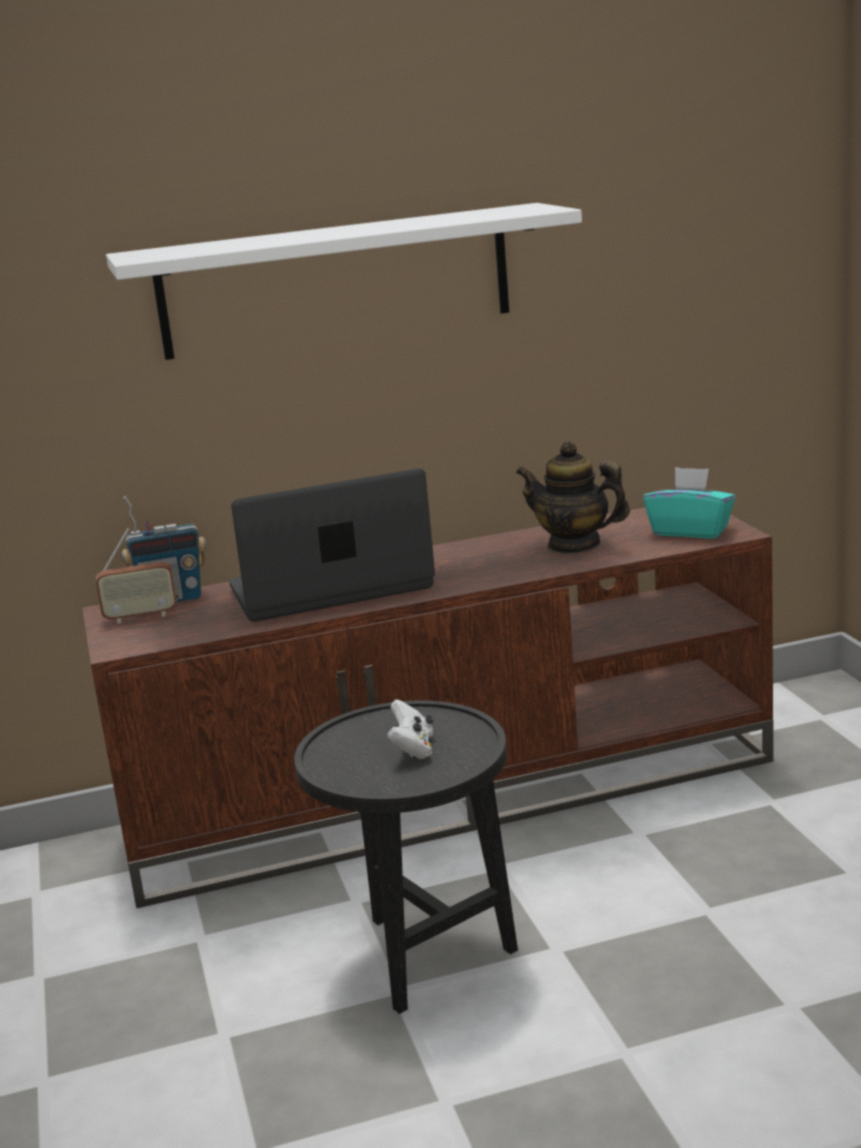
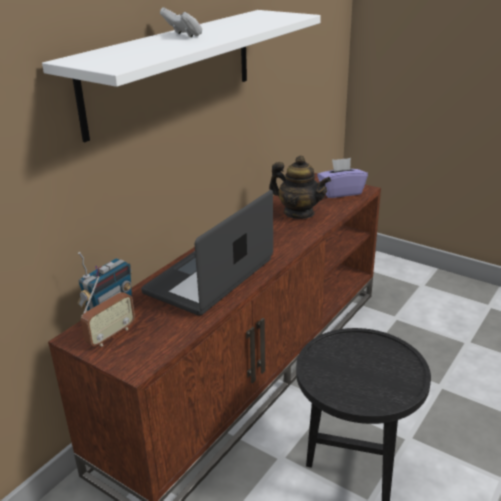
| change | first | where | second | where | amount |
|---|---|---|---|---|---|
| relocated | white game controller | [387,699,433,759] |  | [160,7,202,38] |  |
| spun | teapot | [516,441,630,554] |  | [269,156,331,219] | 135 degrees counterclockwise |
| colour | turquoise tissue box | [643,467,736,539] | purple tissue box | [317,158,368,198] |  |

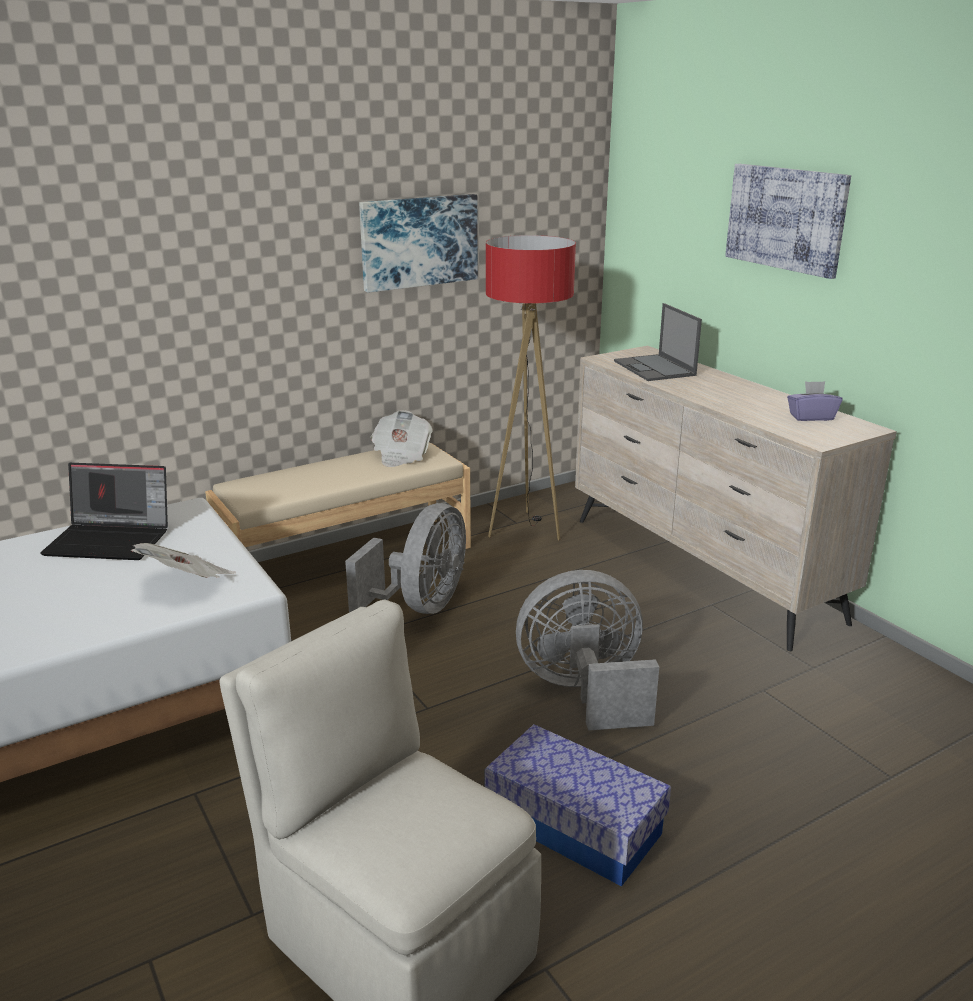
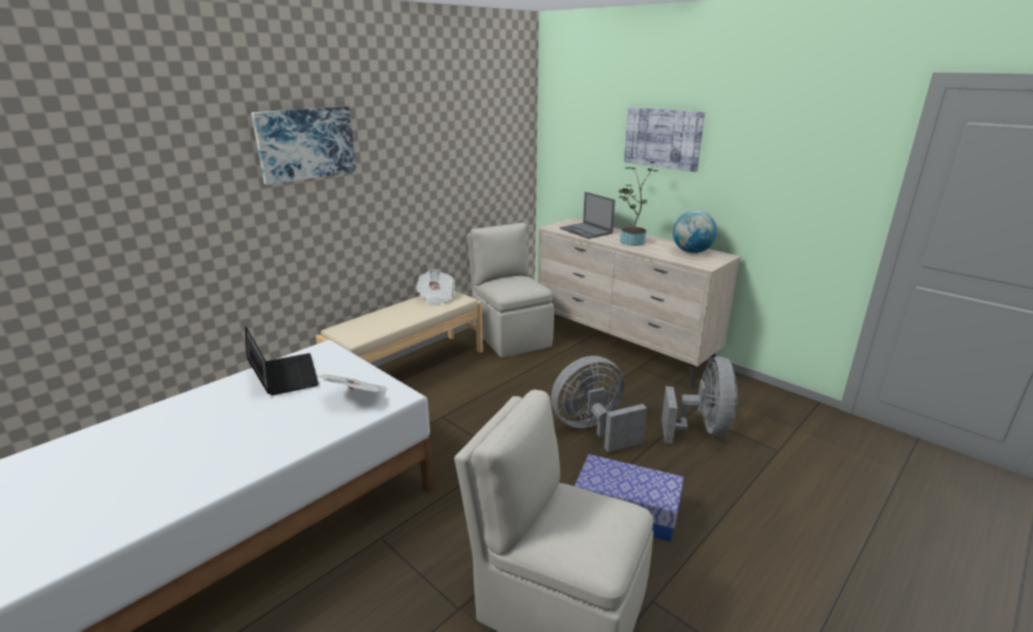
| change | first | where | second | where | amount |
|---|---|---|---|---|---|
| spun | laptop | [40,463,168,560] |  | [245,327,319,395] | 105 degrees counterclockwise |
| relocated | picture | [359,194,478,293] |  | [251,106,356,185] |  |
| exchanged | floor lamp | [486,235,576,541] | beige chair | [467,223,554,358] |  |
| appeared |  |  | potted plant | [619,162,658,246] |  |
| relocated | grey fan | [345,503,466,614] |  | [662,357,738,444] |  |
| exchanged | purple tissue box | [787,381,842,421] | globe | [673,211,717,253] |  |

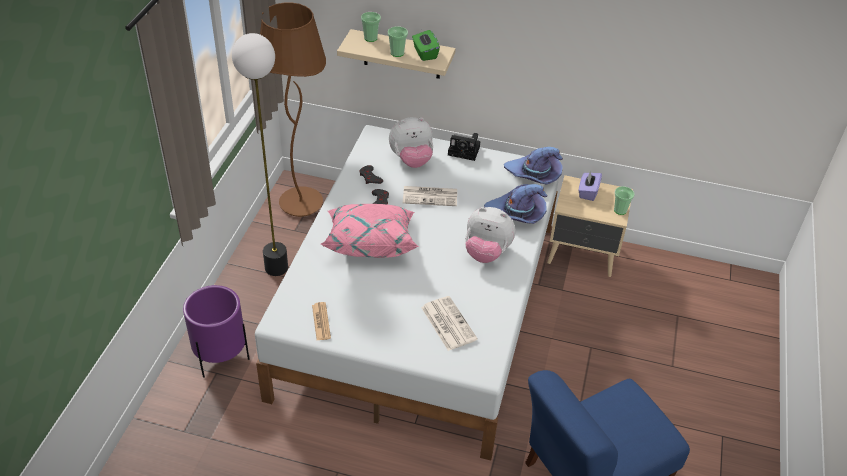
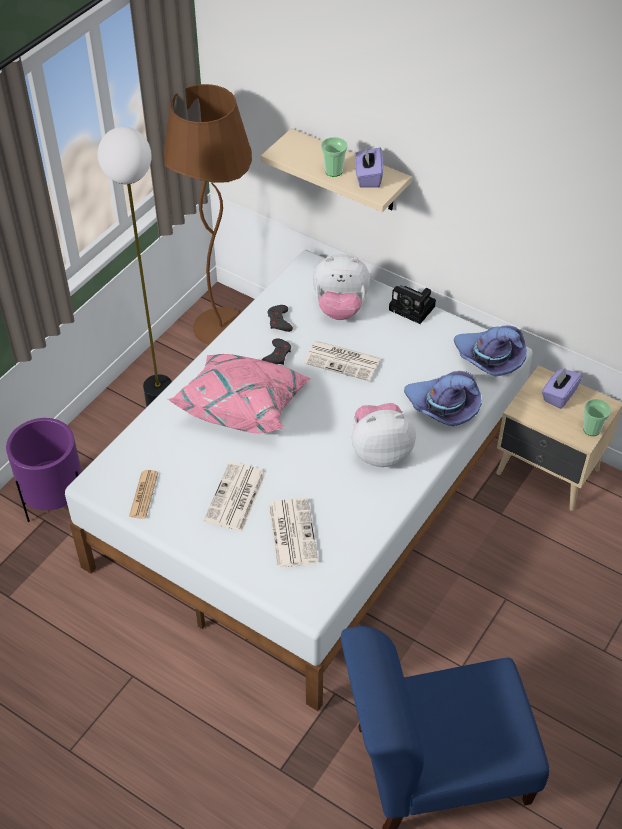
| change | first | where | second | where | amount |
|---|---|---|---|---|---|
| appeared |  |  | newspaper | [204,462,266,531] |  |
| spun | plush toy | [465,207,515,263] |  | [352,403,416,467] | 135 degrees clockwise |
| colour | green tissue box | [412,29,440,61] | purple tissue box | [355,148,383,188] |  |
| missing | cup | [361,12,381,42] |  |  |  |

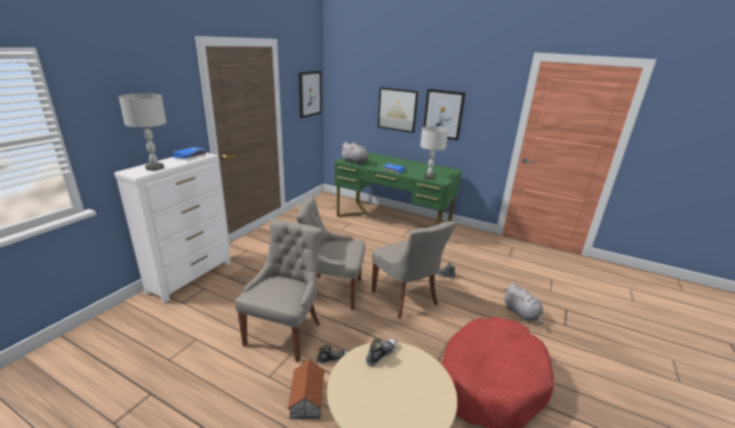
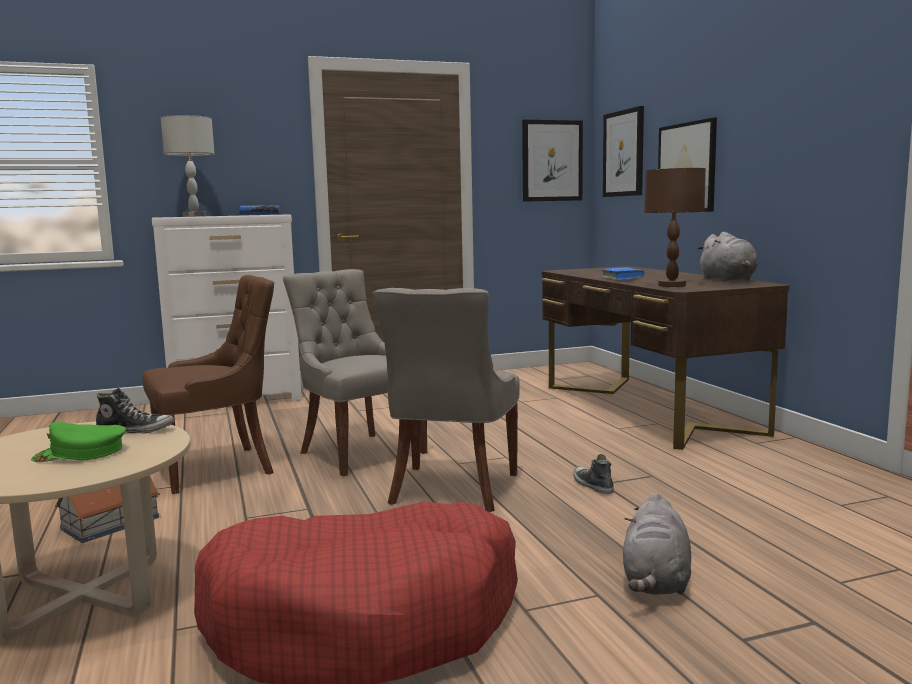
| change | first | where | second | where | amount |
|---|---|---|---|---|---|
| appeared |  |  | green cap | [31,422,126,462] |  |
| colour | grey chair | [235,219,323,362] | brown chair | [142,275,274,494] |  |
| colour | green desk | [334,152,462,228] | brown desk | [542,266,790,450] |  |
| relocated | picture | [423,89,466,141] |  | [603,106,644,197] |  |
| colour | grey table lamp | [420,126,448,179] | brown table lamp | [644,168,706,287] |  |
| relocated | grey plush toy | [340,142,369,164] |  | [697,232,758,281] |  |
| missing | shoe | [317,344,349,364] |  |  |  |

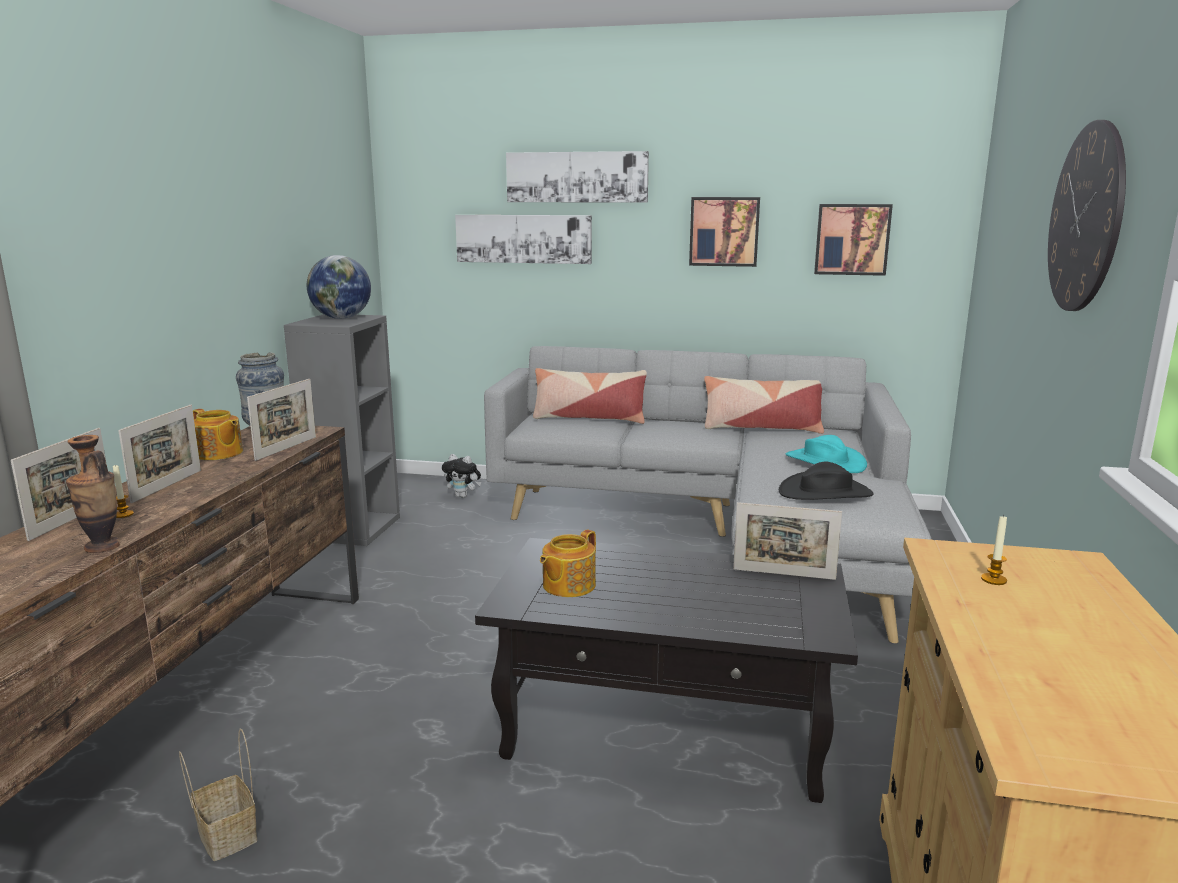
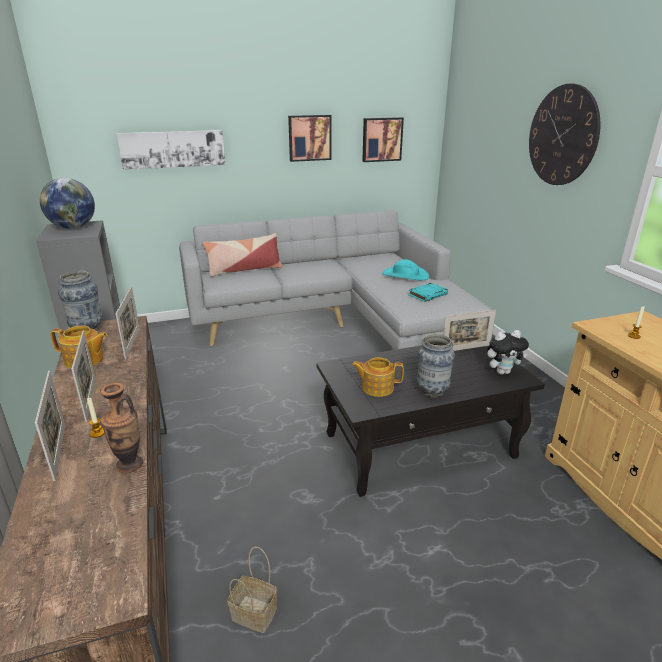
| change | first | where | second | where | amount |
|---|---|---|---|---|---|
| spun | teapot | [540,530,596,597] |  | [352,357,404,397] | 90 degrees clockwise |
| exchanged | black hat | [779,461,874,500] | turquoise book | [408,283,448,302] |  |
| appeared |  |  | vase | [417,334,455,398] |  |
| relocated | plush toy | [442,454,481,498] |  | [487,330,529,375] |  |
| missing | picture | [506,151,649,203] |  |  |  |
| missing | pillow | [704,376,824,434] |  |  |  |

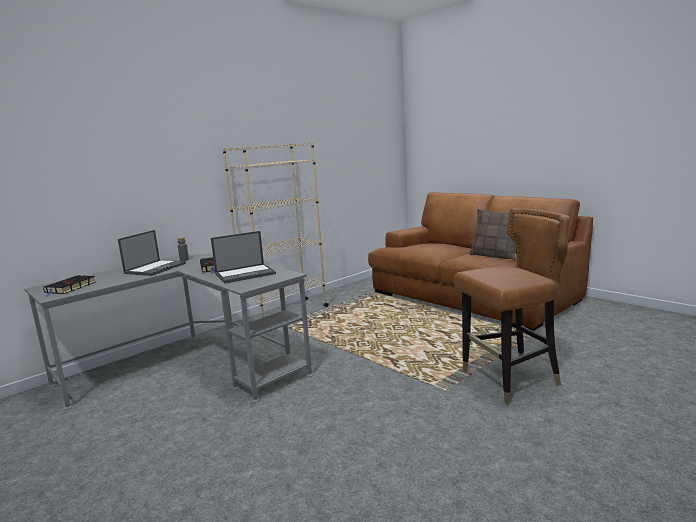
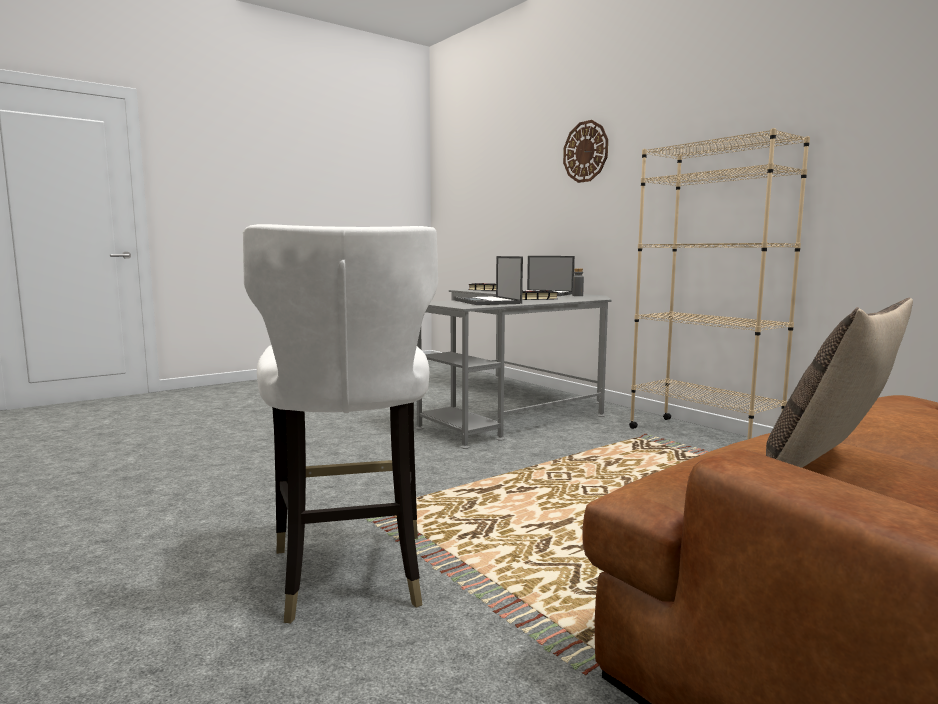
| change | first | where | second | where | amount |
|---|---|---|---|---|---|
| colour | brown chair | [454,208,570,405] | white chair | [243,224,438,624] |  |
| appeared |  |  | wall clock | [563,120,608,183] |  |

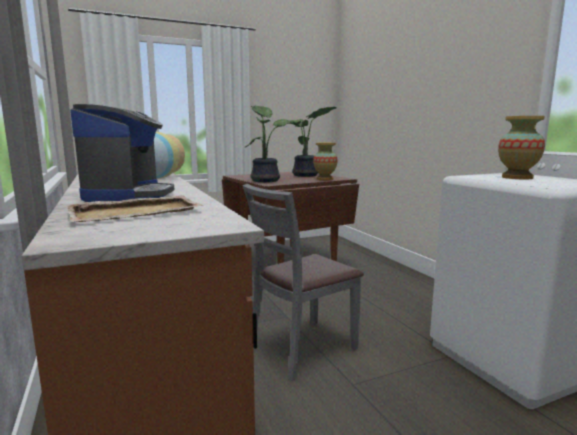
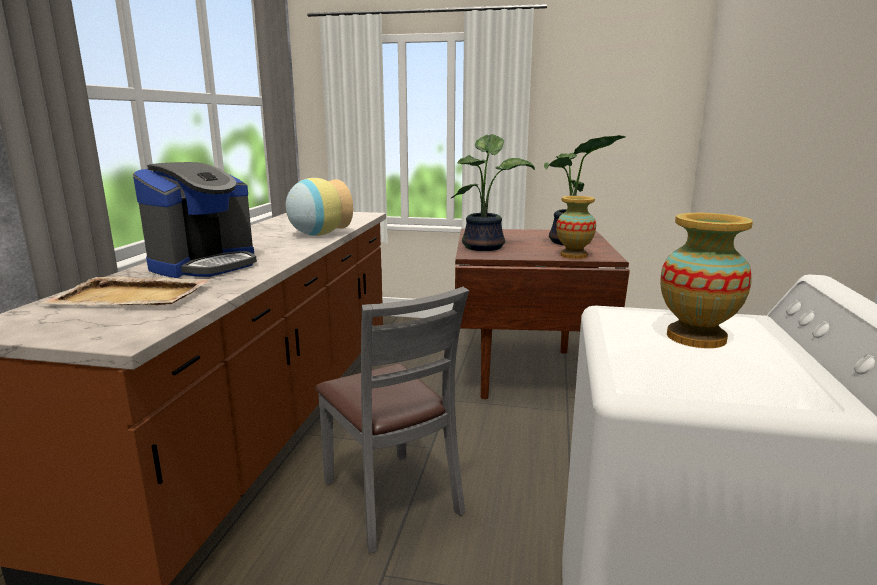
| change | first | where | second | where | amount |
|---|---|---|---|---|---|
| spun | grey chair | [243,184,364,381] |  | [315,287,469,553] | 120 degrees counterclockwise |

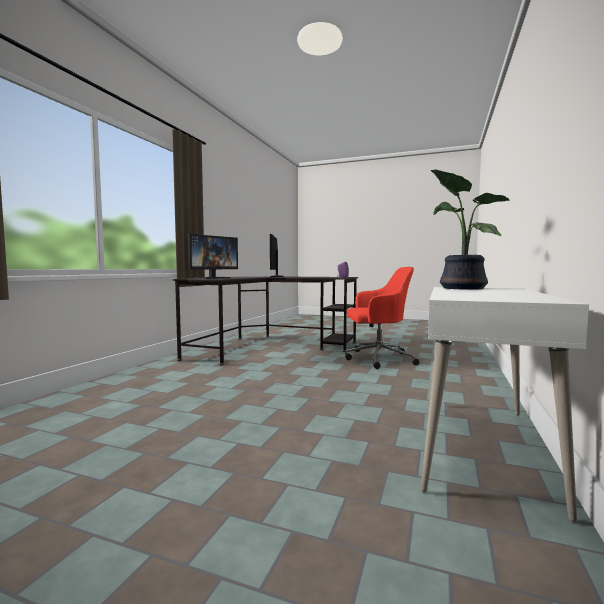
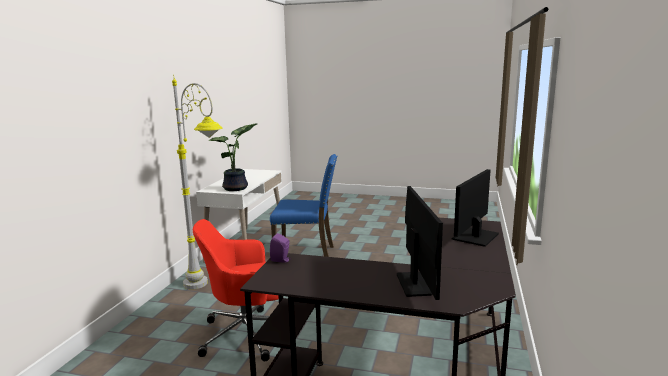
| change | first | where | second | where | amount |
|---|---|---|---|---|---|
| appeared |  |  | grey floor lamp | [172,78,223,289] |  |
| appeared |  |  | blue chair | [270,154,337,257] |  |

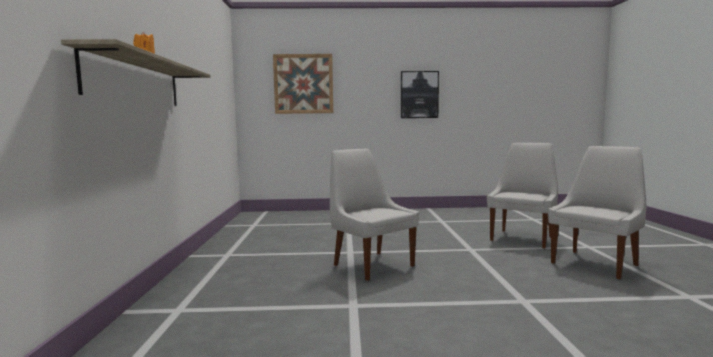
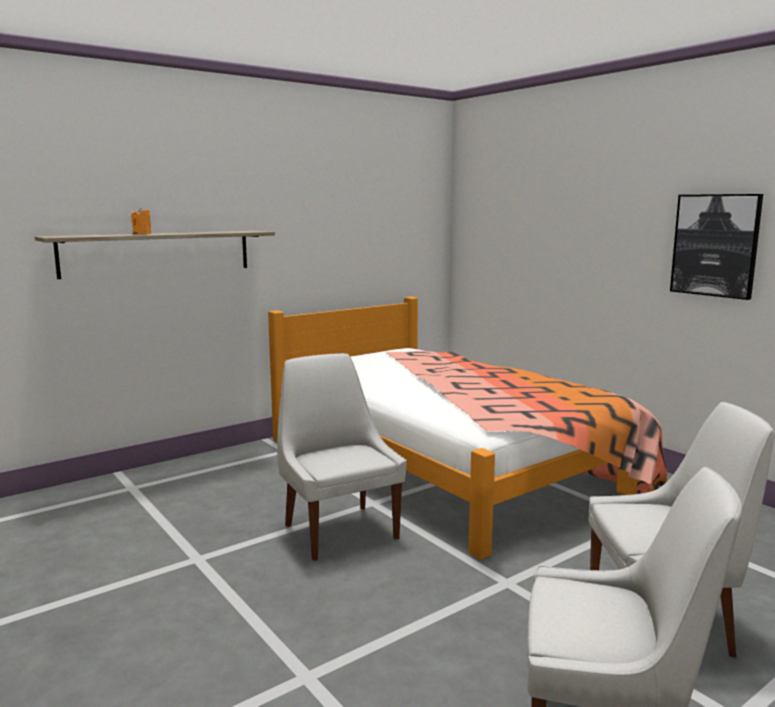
| change | first | where | second | where | amount |
|---|---|---|---|---|---|
| appeared |  |  | bed | [268,297,667,560] |  |
| spun | white chair | [330,149,419,281] |  | [277,353,407,561] | 45 degrees counterclockwise |
| missing | picture | [273,54,333,114] |  |  |  |

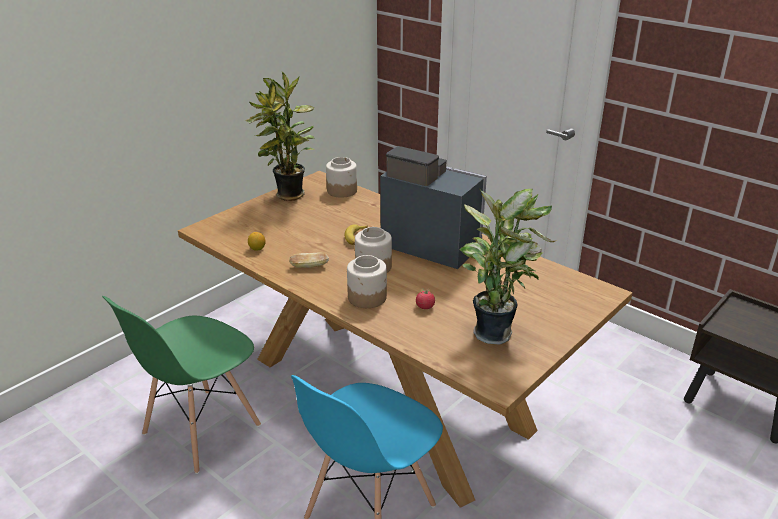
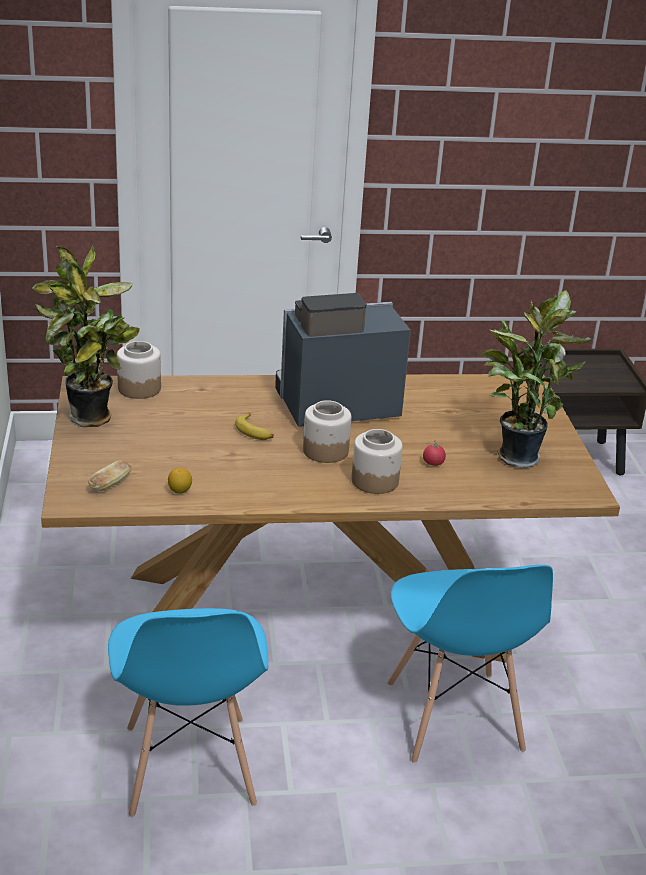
| change | first | where | second | where | amount |
|---|---|---|---|---|---|
| relocated | bread | [289,252,329,268] |  | [88,460,132,491] |  |
| colour | green chair | [102,296,261,474] | blue chair | [108,608,268,817] |  |

